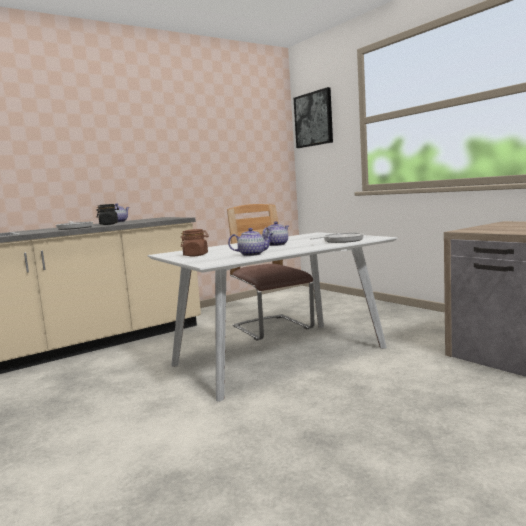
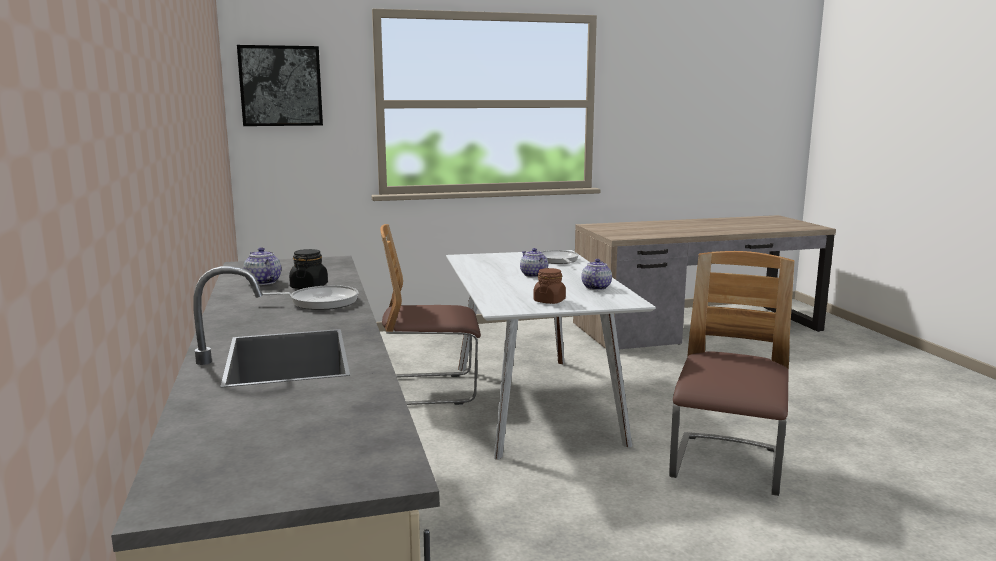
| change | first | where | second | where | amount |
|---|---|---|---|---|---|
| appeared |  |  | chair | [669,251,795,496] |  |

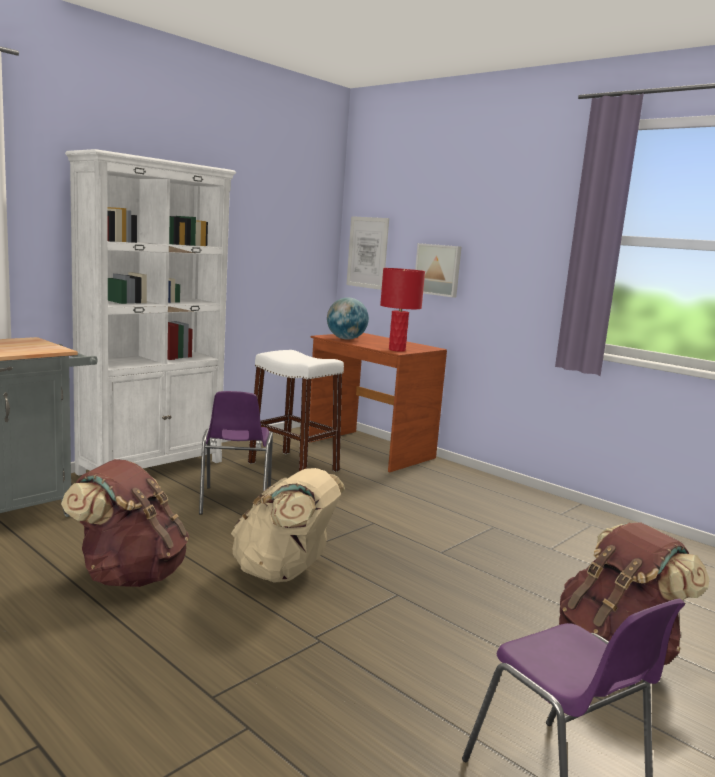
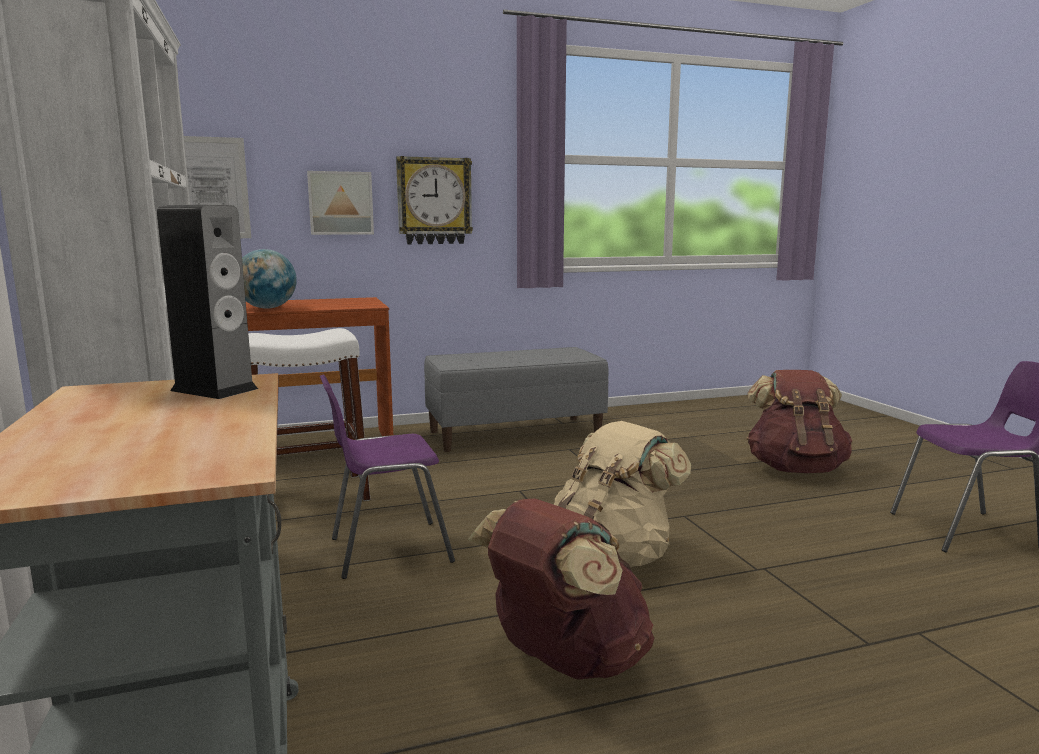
| change | first | where | second | where | amount |
|---|---|---|---|---|---|
| appeared |  |  | speaker | [157,205,258,399] |  |
| spun | purple chair | [199,391,273,515] |  | [319,375,455,579] | 135 degrees clockwise |
| appeared |  |  | wall clock | [396,156,473,244] |  |
| appeared |  |  | grey bench | [424,347,609,452] |  |
| missing | red table lamp | [380,268,425,352] |  |  |  |

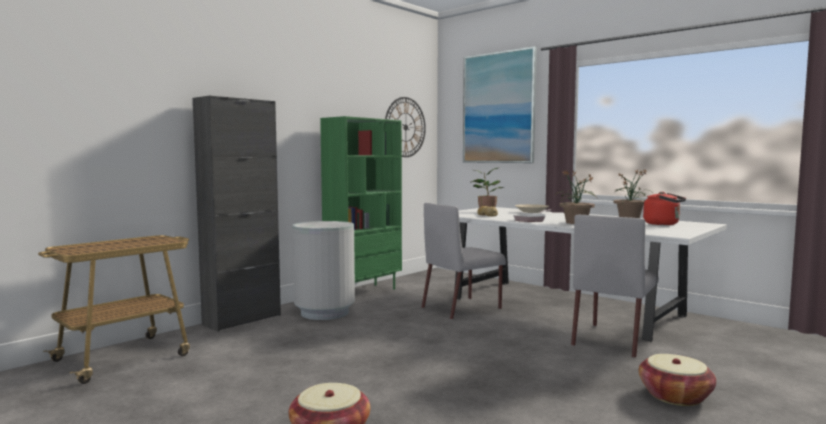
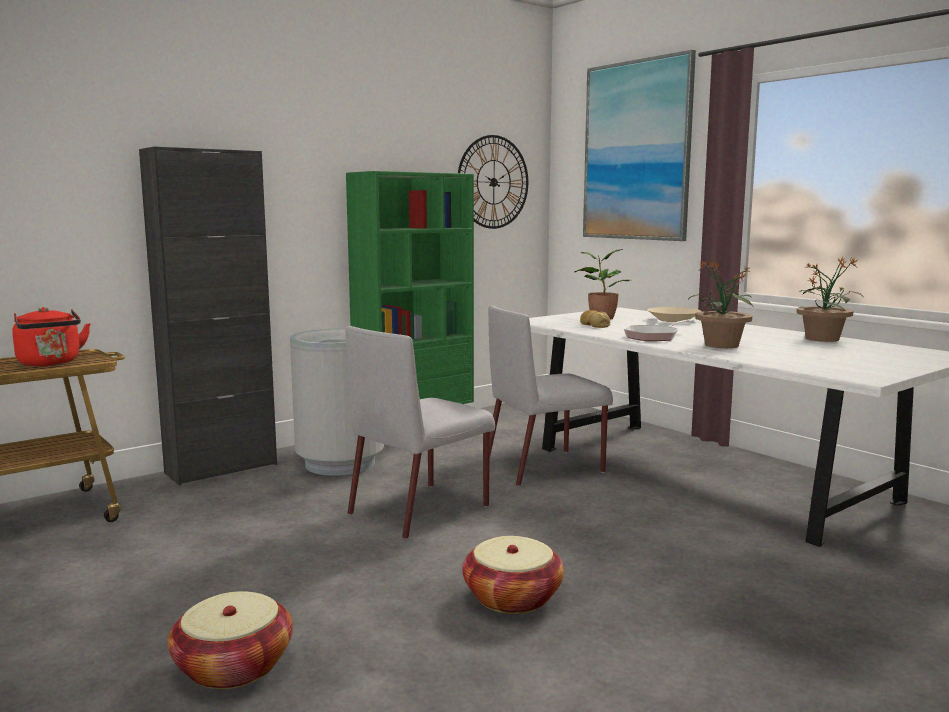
| change | first | where | second | where | amount |
|---|---|---|---|---|---|
| relocated | red kettle | [643,192,686,225] |  | [12,307,91,366] |  |
| relocated | grey chair | [571,215,659,358] |  | [345,326,495,539] |  |
| relocated | basket | [639,354,716,406] |  | [462,536,564,614] |  |

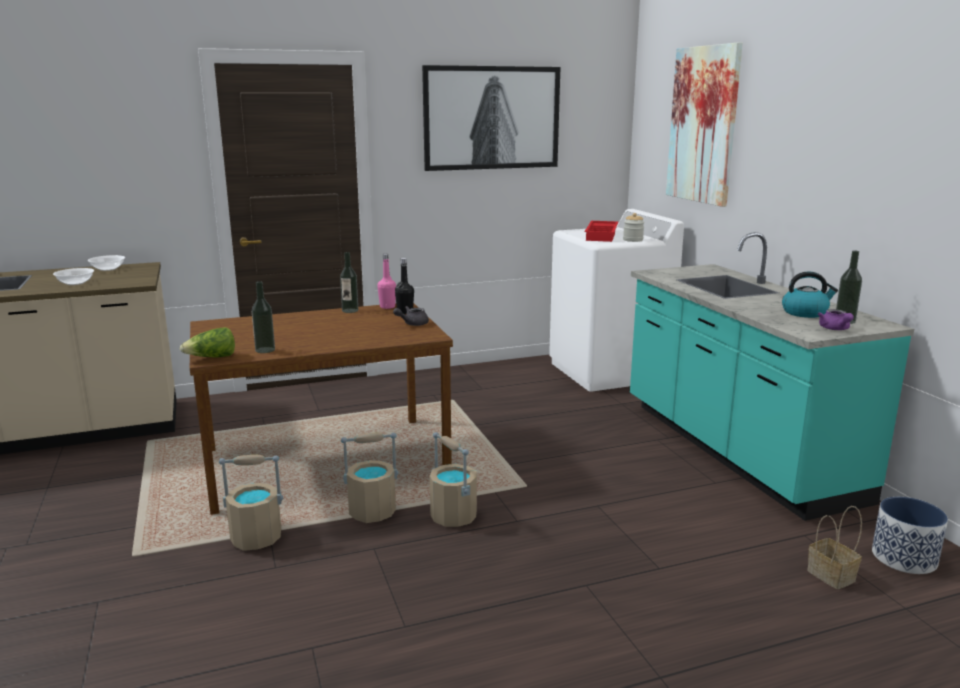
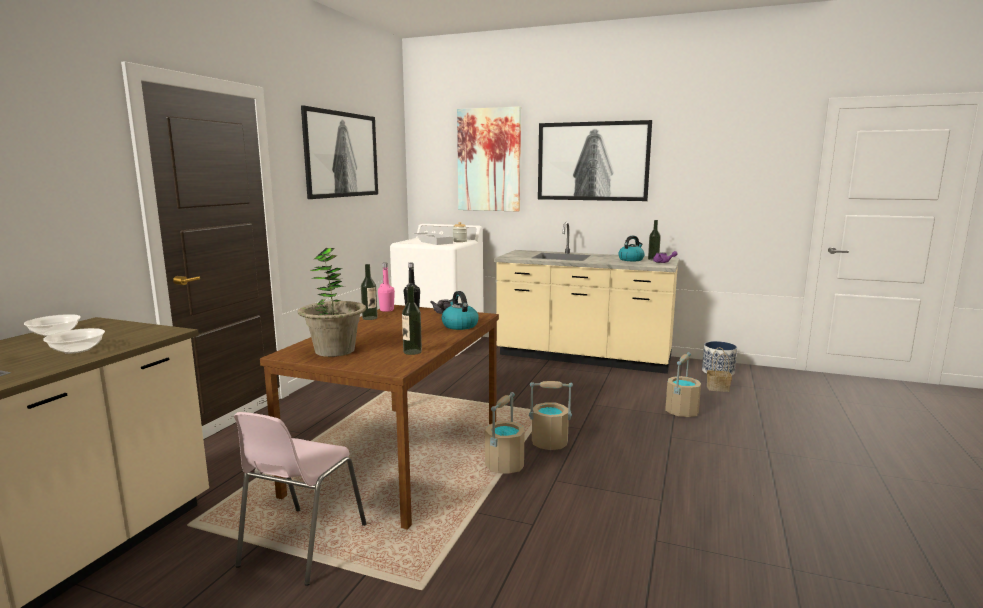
| change | first | where | second | where | amount |
|---|---|---|---|---|---|
| appeared |  |  | pink chair | [234,412,366,586] |  |
| appeared |  |  | potted plant | [298,248,367,357] |  |
| colour | red tray | [585,221,618,242] | white tray | [411,232,454,245] |  |
| appeared |  |  | kettle | [442,291,479,330] |  |
| colour | turquoise counter | [630,232,914,521] | beige counter | [494,222,679,374] |  |
| appeared |  |  | picture | [538,120,652,201] |  |
| relocated | beige bucket | [219,455,283,551] |  | [665,352,701,417] |  |
| missing | lettuce | [180,327,235,358] |  |  |  |

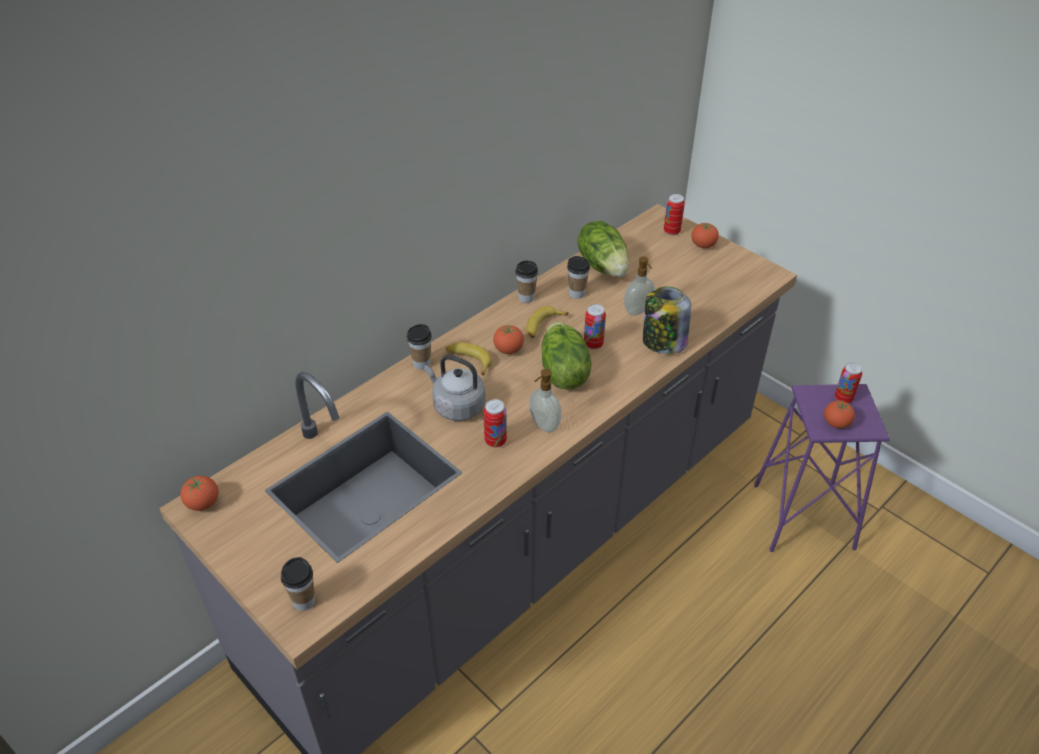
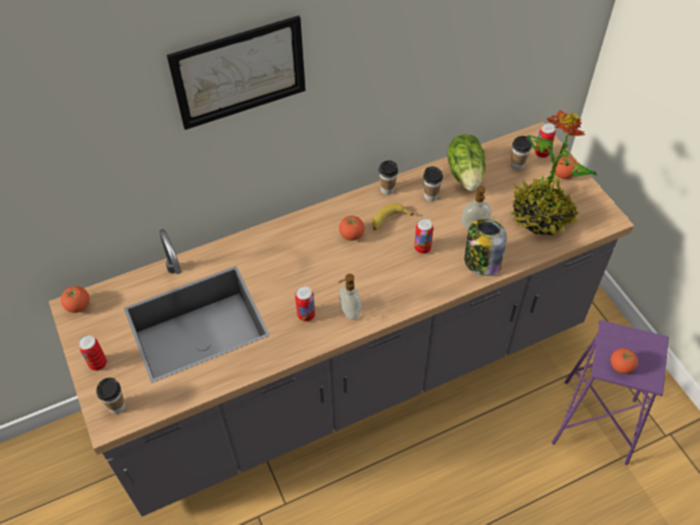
| change | first | where | second | where | amount |
|---|---|---|---|---|---|
| relocated | can | [835,362,862,403] |  | [79,335,107,371] |  |
| appeared |  |  | picture | [167,15,306,130] |  |
| appeared |  |  | potted plant | [510,110,597,235] |  |
| relocated | cup | [407,324,432,370] |  | [511,136,532,170] |  |
| missing | grey kettle | [424,355,486,421] |  |  |  |
| missing | banana | [446,342,492,376] |  |  |  |
| missing | lettuce | [542,322,592,390] |  |  |  |

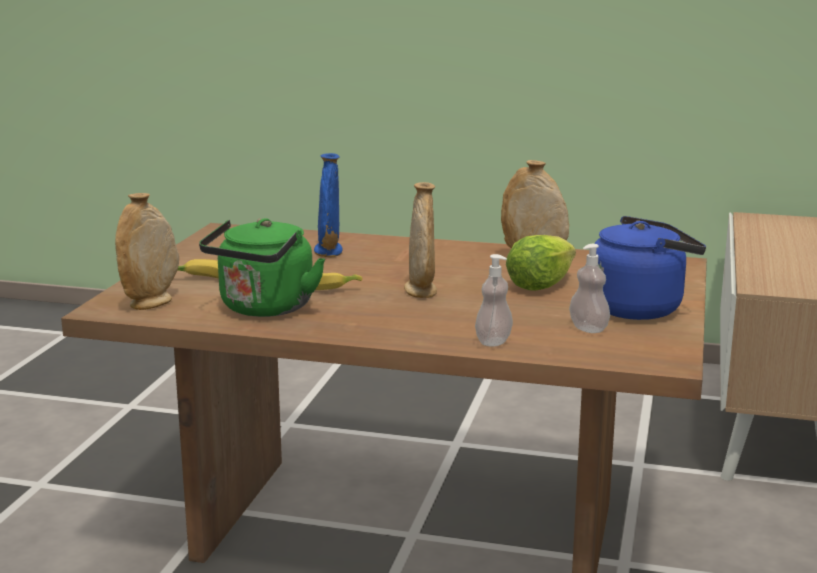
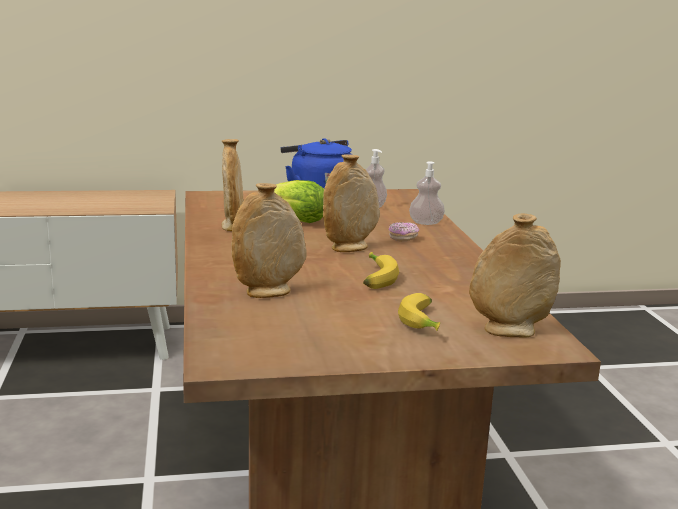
| change | first | where | second | where | amount |
|---|---|---|---|---|---|
| colour | blue vase | [314,153,342,257] | beige vase | [231,183,307,298] |  |
| appeared |  |  | donut | [389,222,419,242] |  |
| missing | green kettle | [199,218,325,317] |  |  |  |

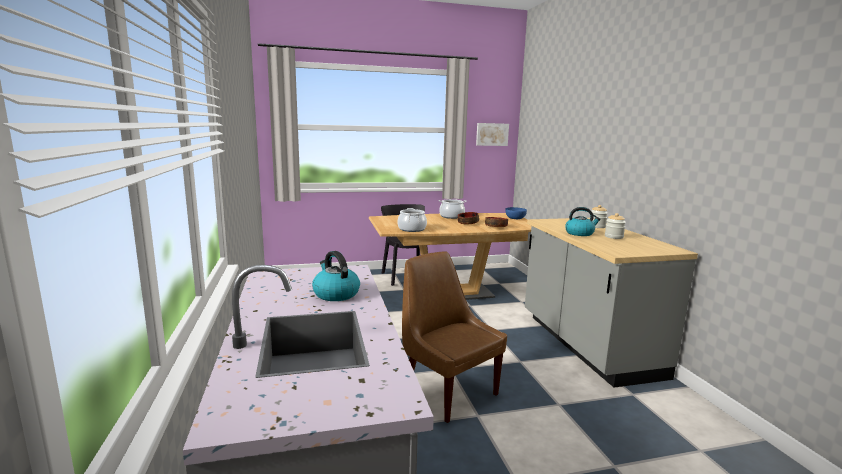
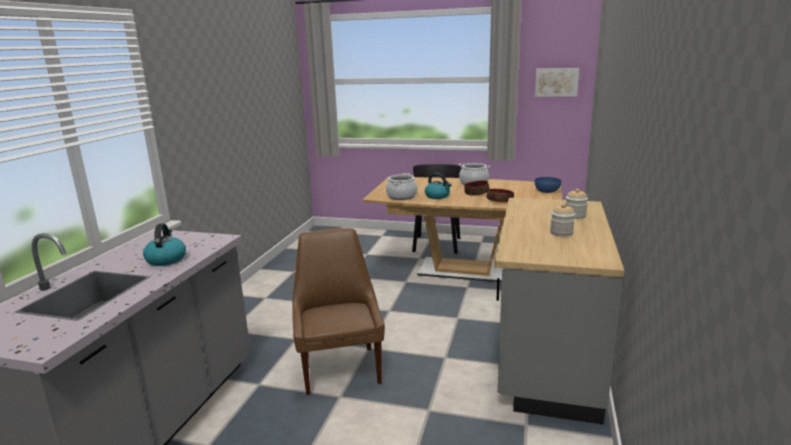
| change | first | where | second | where | amount |
|---|---|---|---|---|---|
| relocated | kettle | [565,207,601,236] |  | [425,173,452,199] |  |

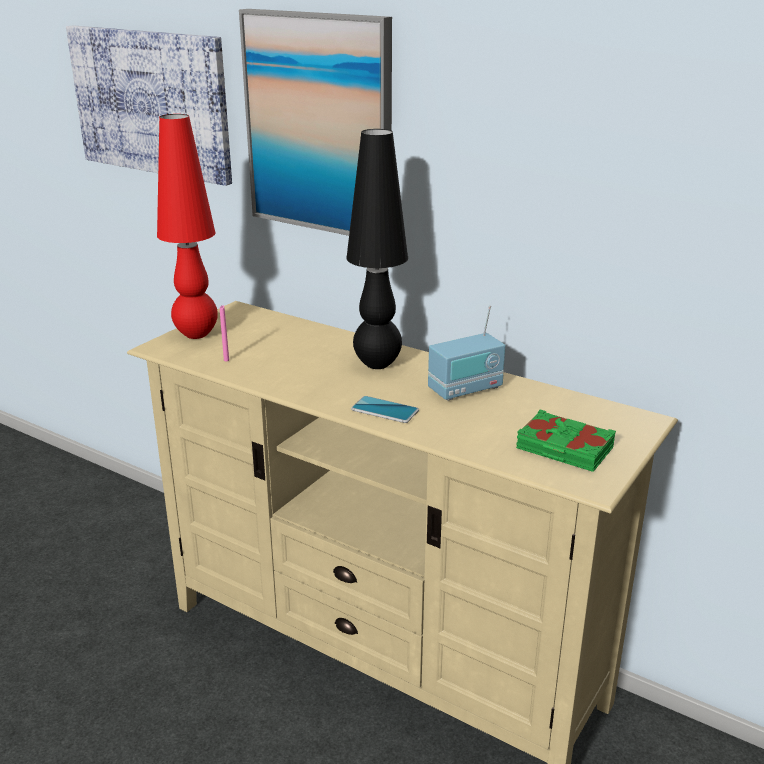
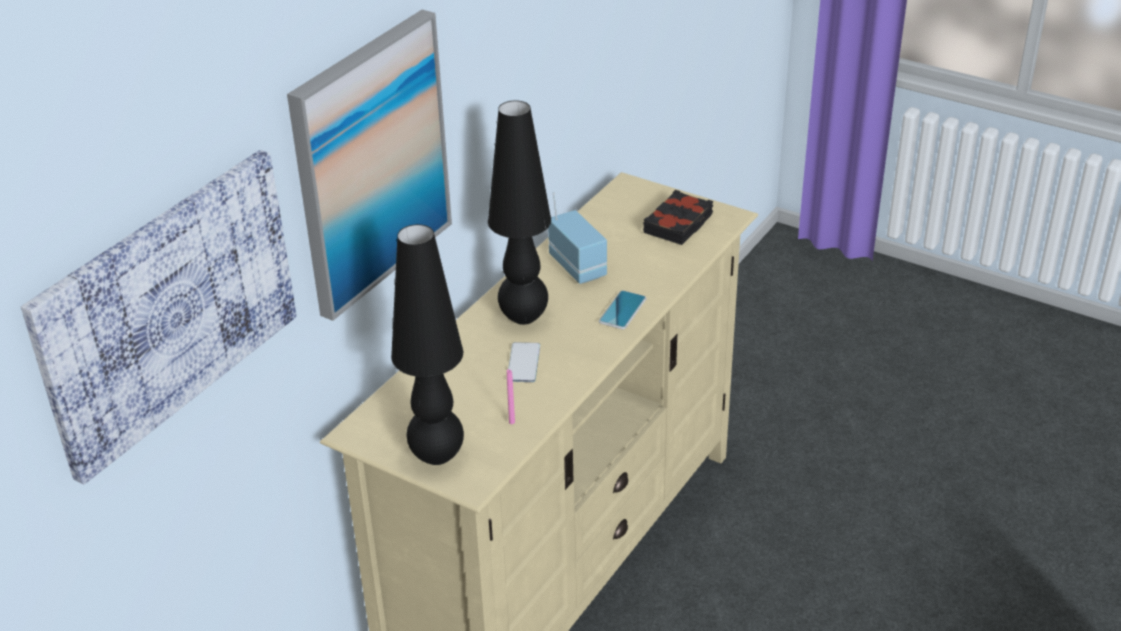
| change | first | where | second | where | amount |
|---|---|---|---|---|---|
| colour | red table lamp | [157,114,218,339] | black table lamp | [391,224,464,465] |  |
| appeared |  |  | phone | [508,342,540,382] |  |
| colour | green book | [516,409,616,472] | black book | [643,190,713,245] |  |

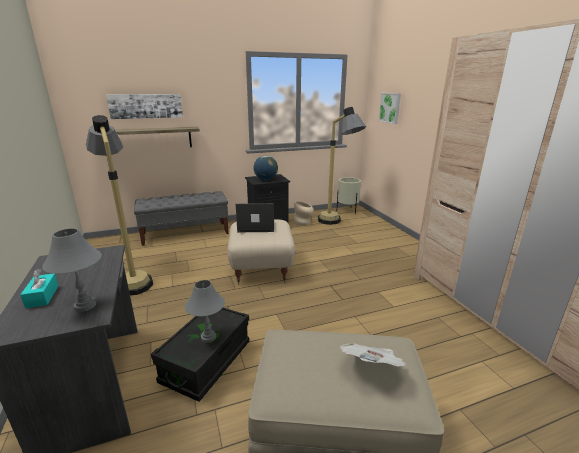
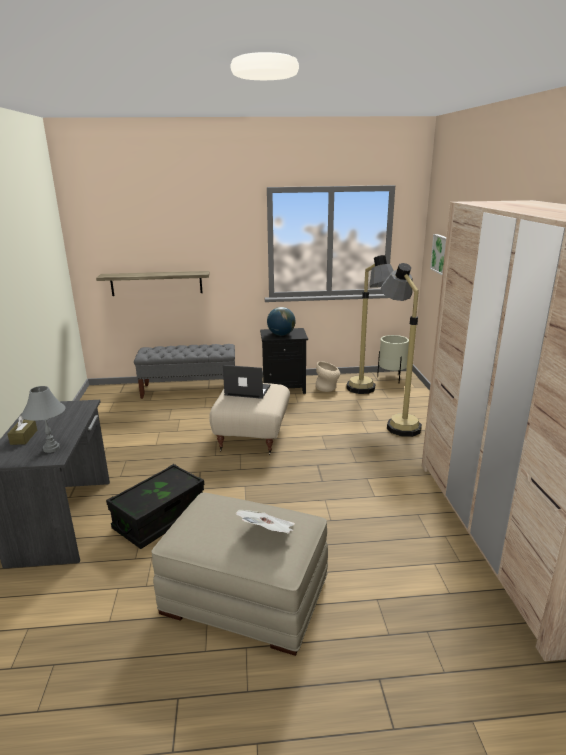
| change | first | where | second | where | amount |
|---|---|---|---|---|---|
| colour | turquoise tissue box | [20,269,58,308] | brown tissue box | [7,415,37,445] |  |
| relocated | floor lamp | [86,115,153,296] |  | [381,263,422,437] |  |
| missing | picture | [106,94,183,119] |  |  |  |
| missing | grey table lamp | [185,280,225,343] |  |  |  |

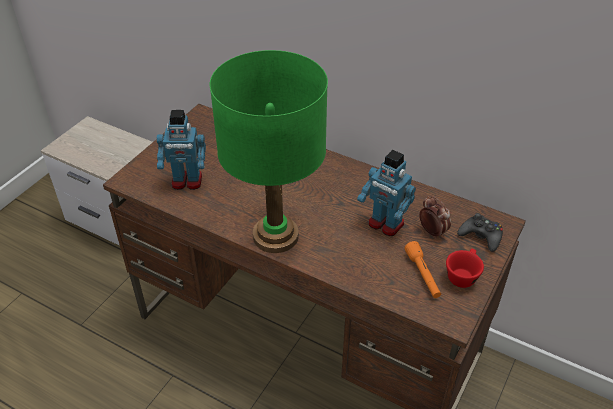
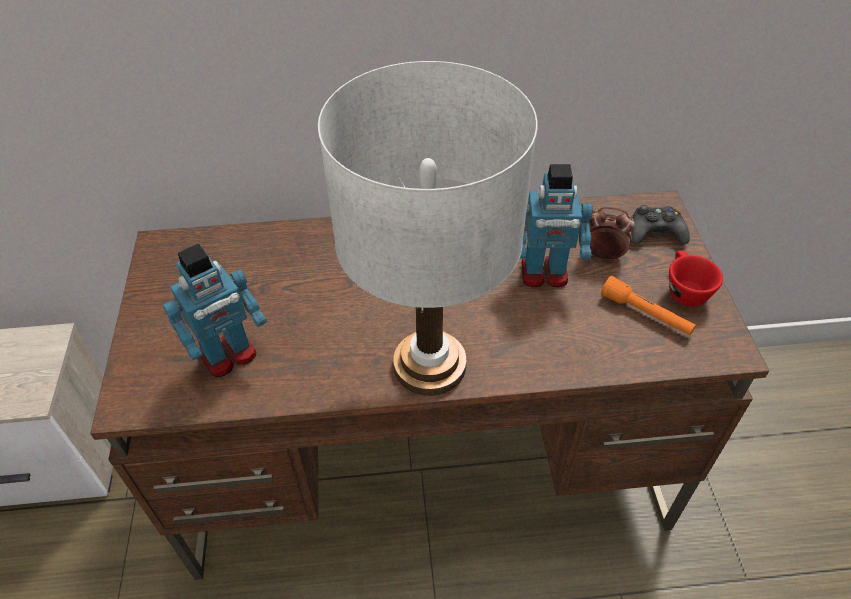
| change | first | where | second | where | amount |
|---|---|---|---|---|---|
| colour | green table lamp | [210,50,328,253] | white table lamp | [318,61,538,396] |  |

